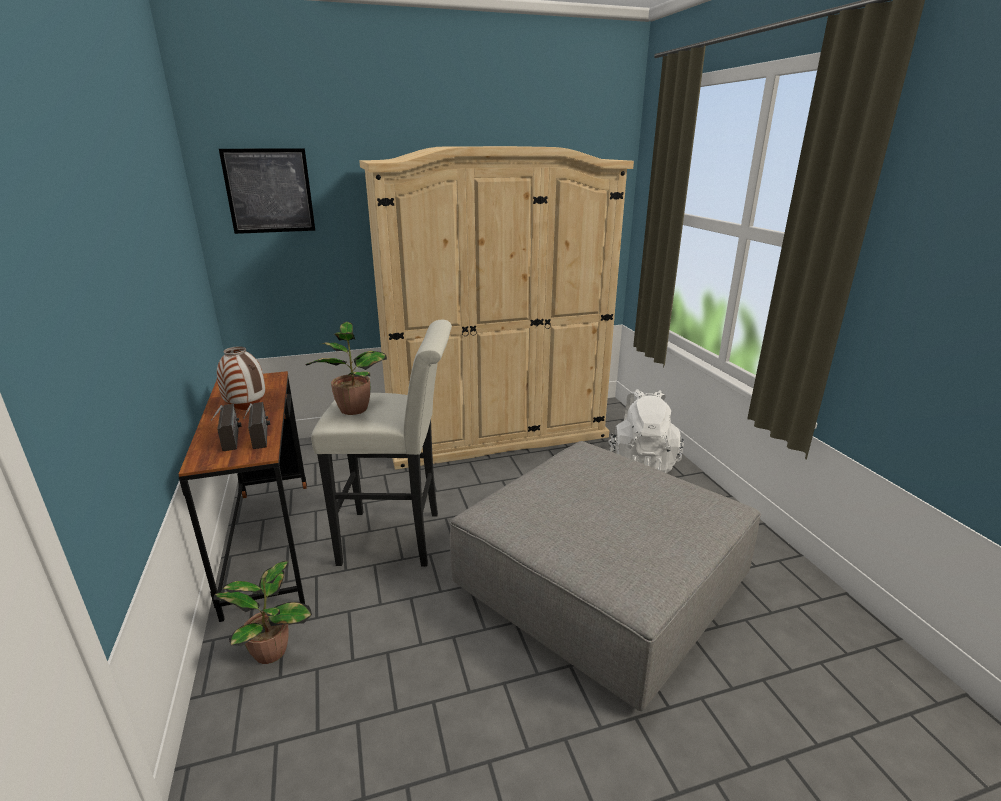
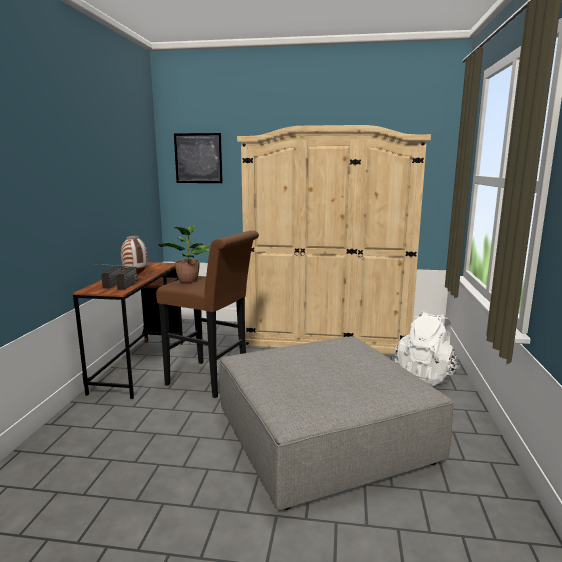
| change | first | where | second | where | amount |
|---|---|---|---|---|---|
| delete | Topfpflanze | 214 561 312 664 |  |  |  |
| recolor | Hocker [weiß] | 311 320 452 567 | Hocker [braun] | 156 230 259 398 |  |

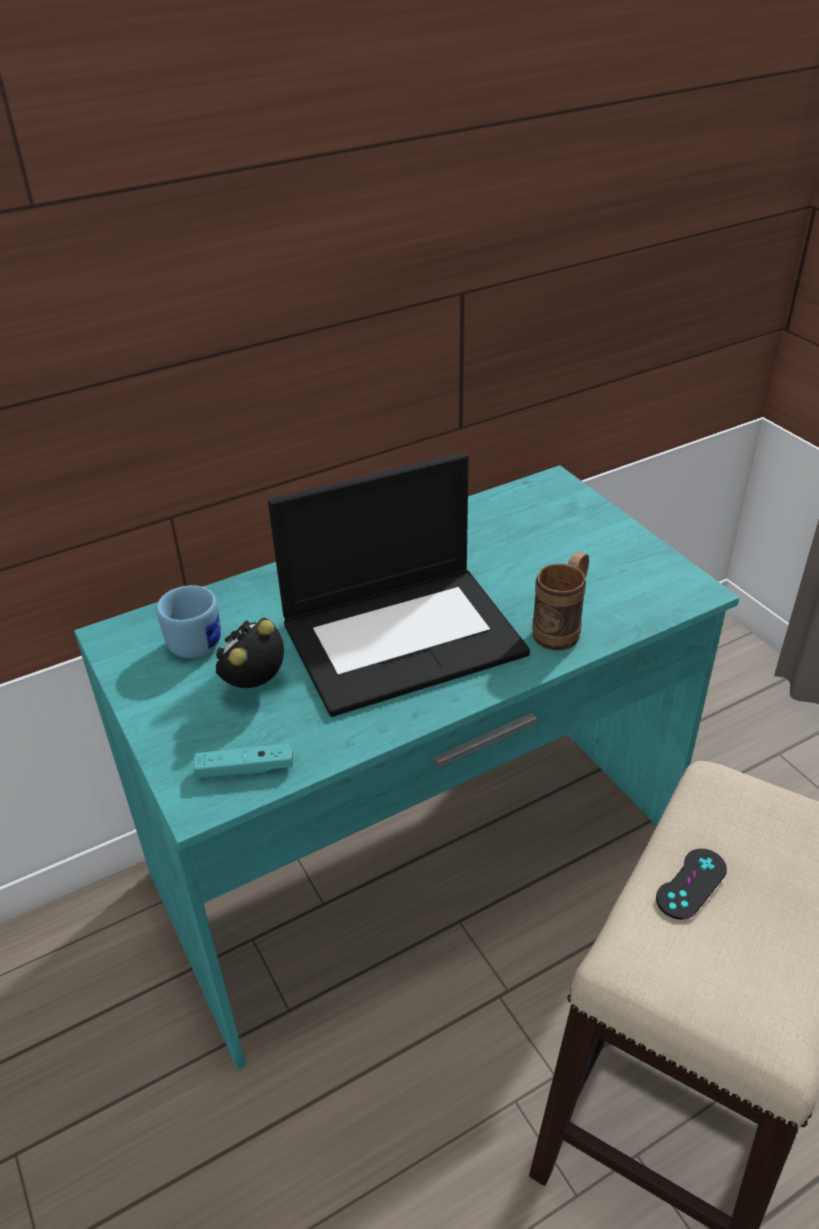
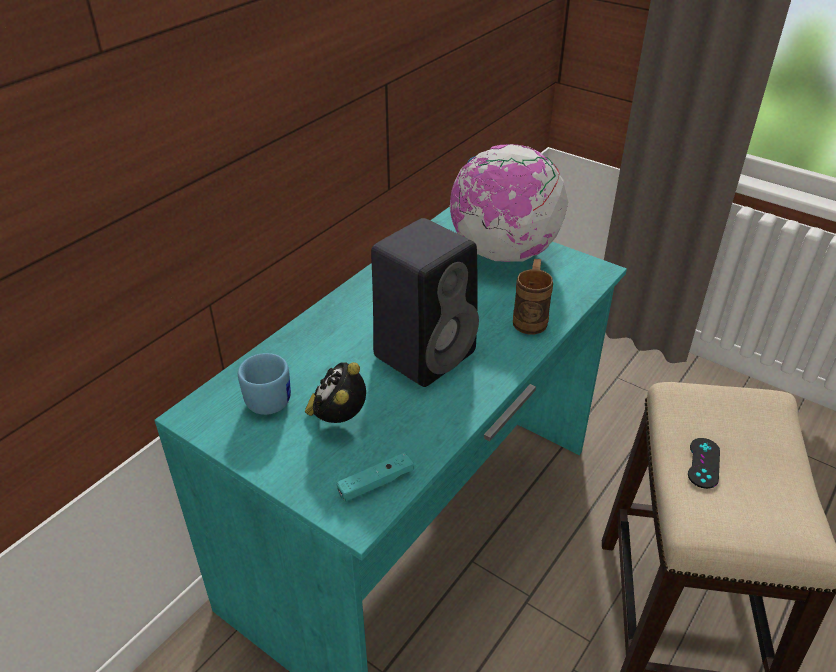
| change | first | where | second | where | amount |
|---|---|---|---|---|---|
| replace | Laptop | 268 453 530 717 | Lautsprecher [schwarz] | 371 218 479 387 |  |
| insert |  |  | Globus | 449 144 568 262 |  |

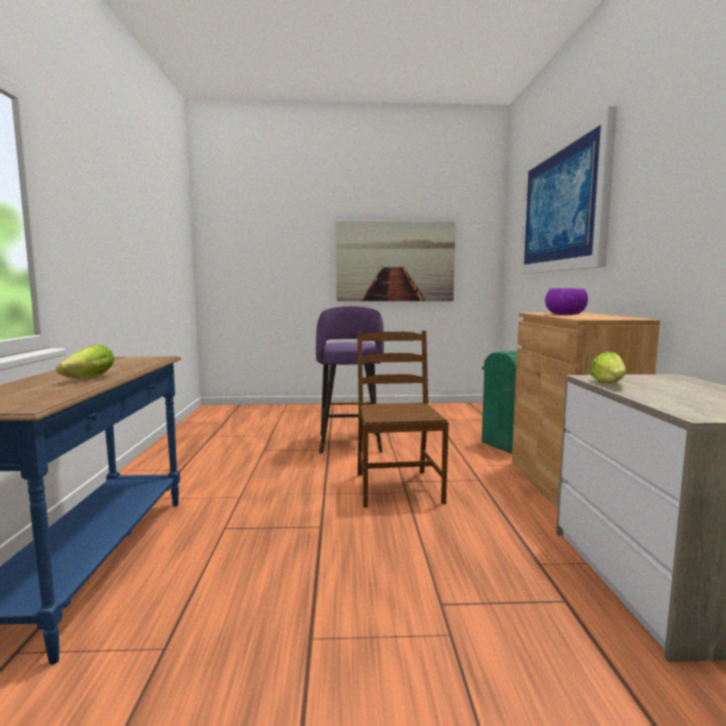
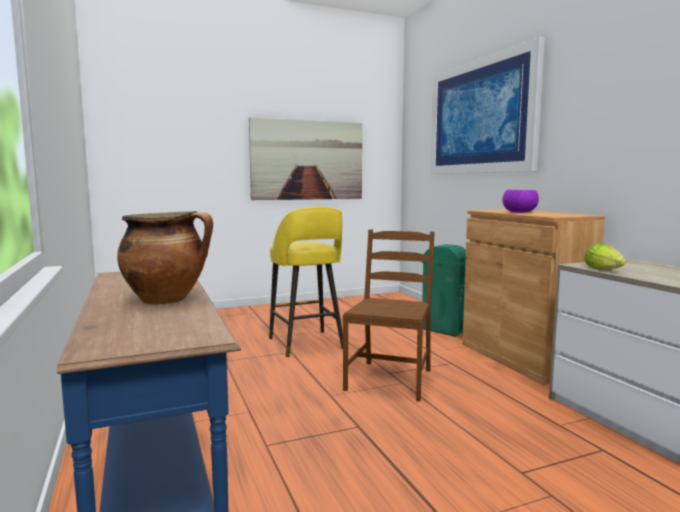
| change | first | where | second | where | amount |
|---|---|---|---|---|---|
| replace | Salatkopf | 56 345 114 378 | Kochtopf | 117 211 213 304 |  |
| recolor | Hocker [lila] | 316 306 384 454 | Hocker [gelb] | 269 207 343 357 |  |
| rotate | Stuhl [braun] | 357 331 449 508 |  | 343 229 435 402 | 45 degrees clockwise |

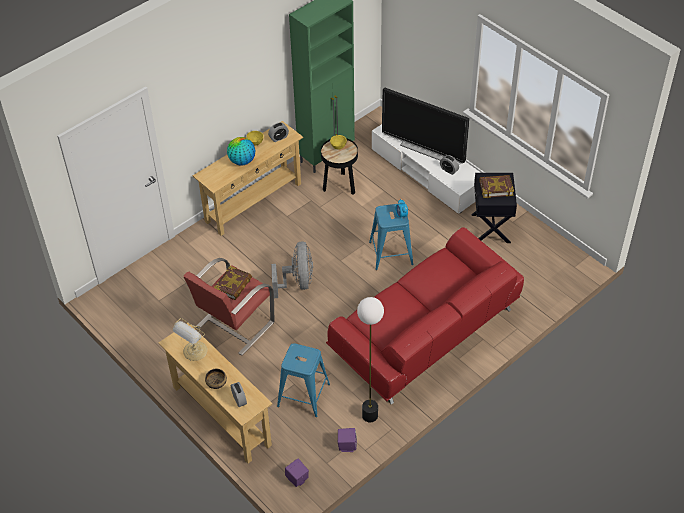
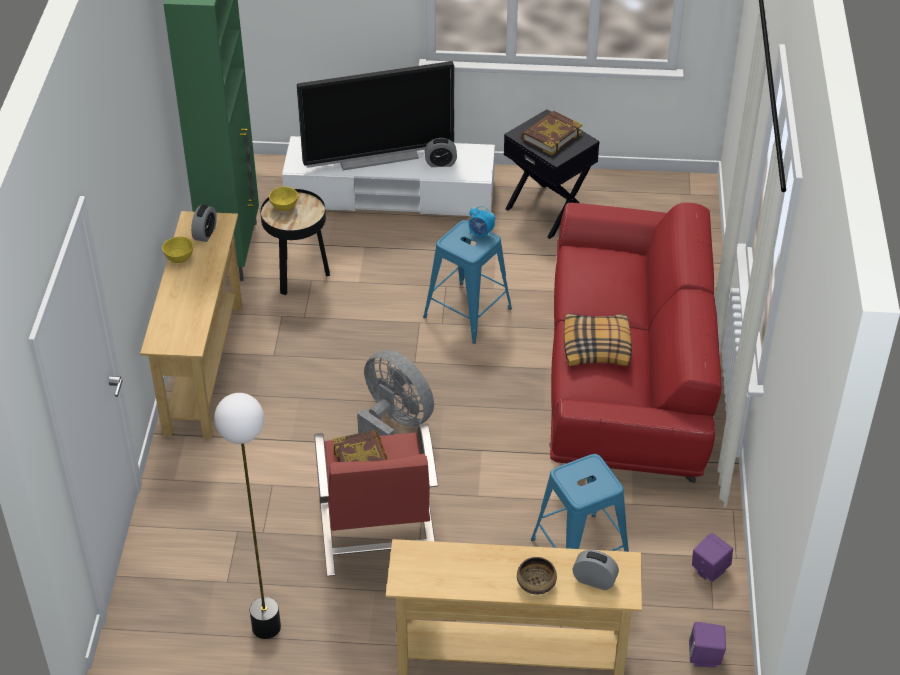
| change | first | where | second | where | amount |
|---|---|---|---|---|---|
| delete | Tischlampe | 173 318 207 361 |  |  |  |
| delete | Globus | 227 137 255 165 |  |  |  |
| move | Stehlampe | 357 297 384 422 |  | 214 393 281 639 |  |
| insert |  |  | Kissen | 564 313 632 366 |  |

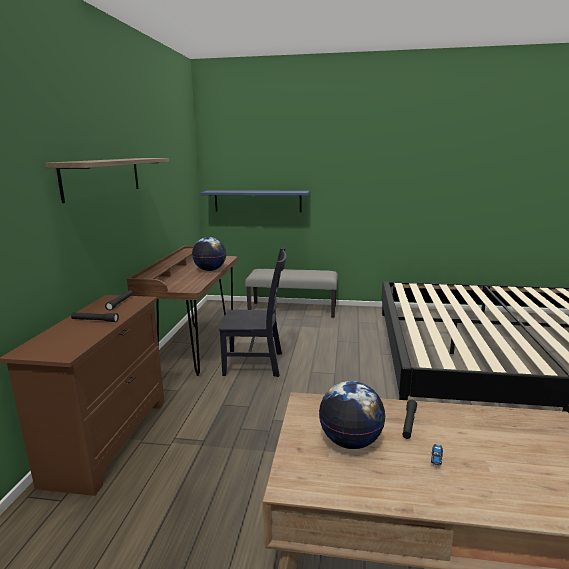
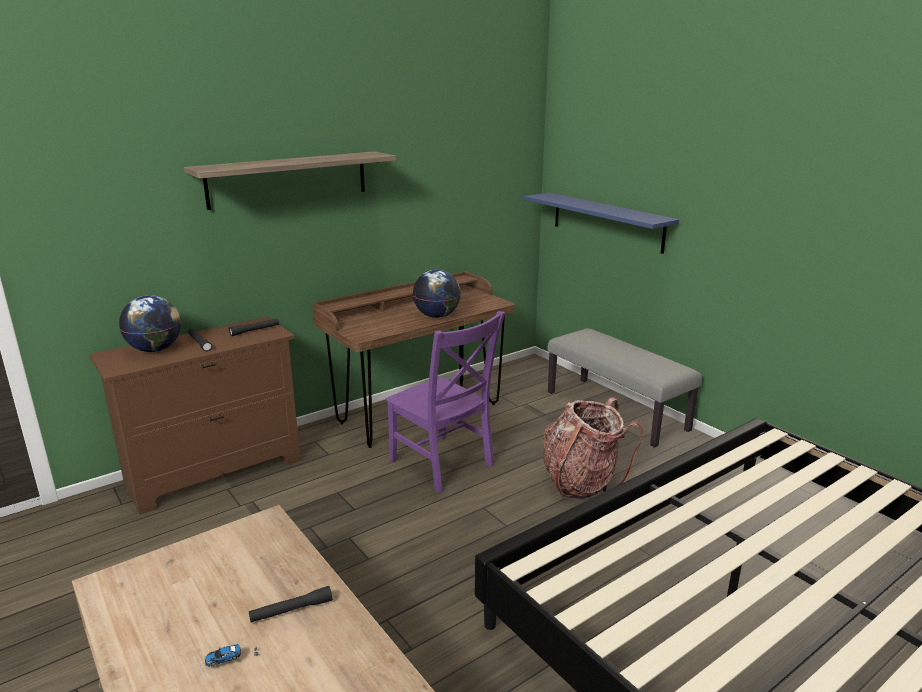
| change | first | where | second | where | amount |
|---|---|---|---|---|---|
| recolor | Stuhl [schwarz] | 219 248 286 377 | Stuhl [lila] | 385 311 505 493 |  |
| move | Globus | 319 381 385 449 |  | 119 295 181 352 |  |
| insert |  |  | Rucksack | 543 398 643 500 |  |

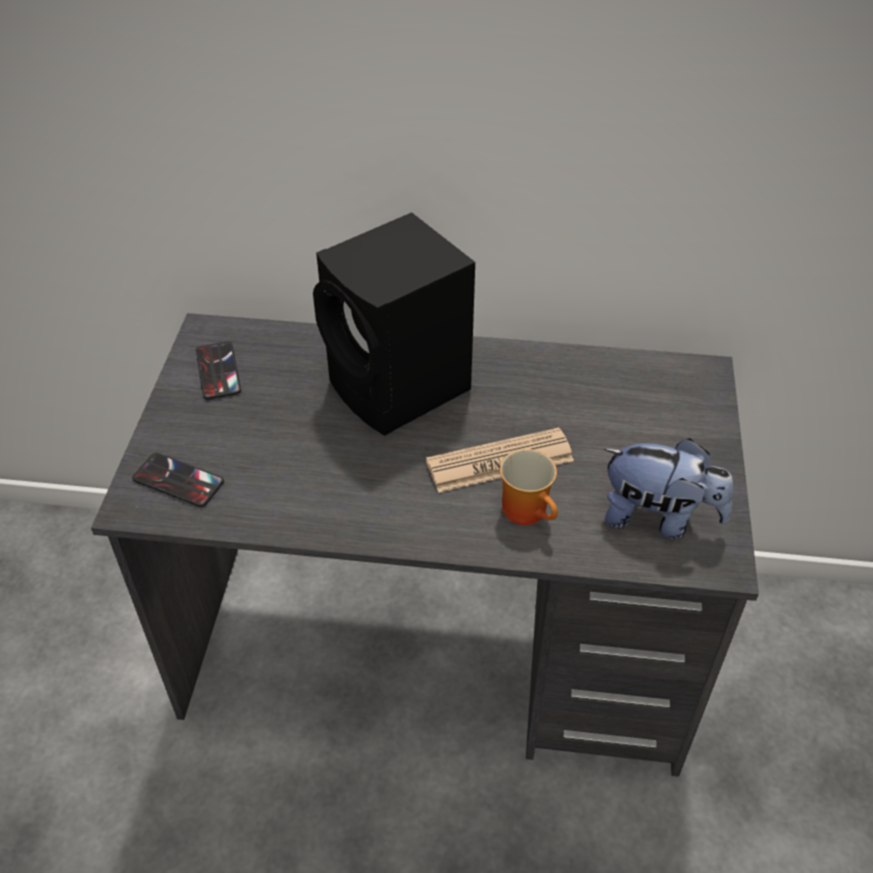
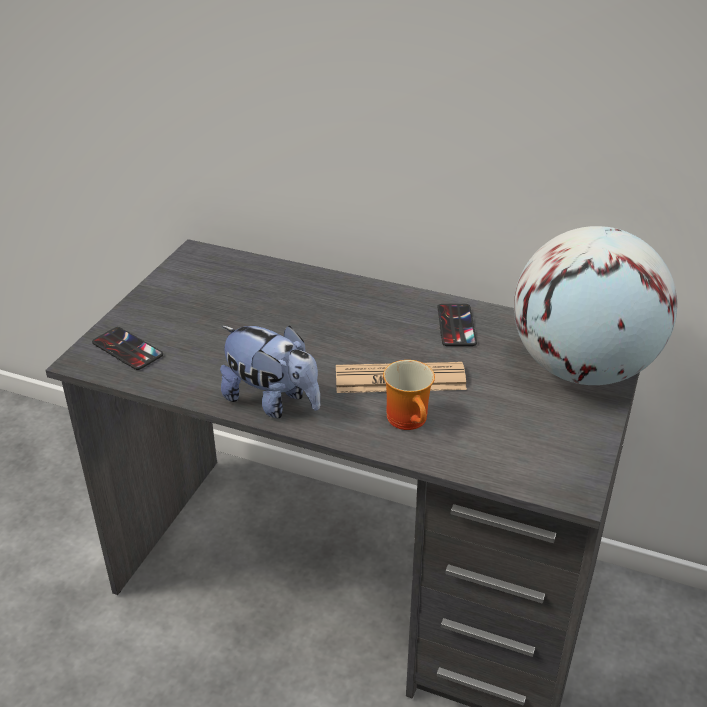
| change | first | where | second | where | amount |
|---|---|---|---|---|---|
| move | Handy | 196 341 241 399 |  | 437 304 477 346 |  |
| delete | Lautsprecher [schwarz] | 313 212 475 436 |  |  |  |
| move | Plüschtier | 604 438 733 539 |  | 220 326 320 418 |  |
| insert |  |  | Globus | 514 226 677 385 |  |

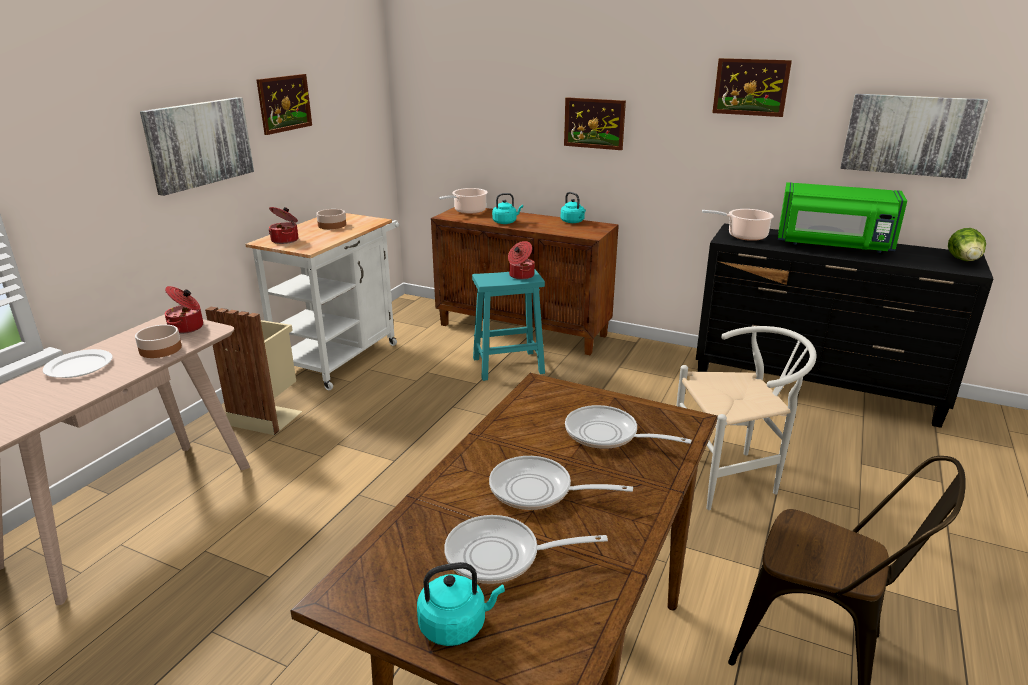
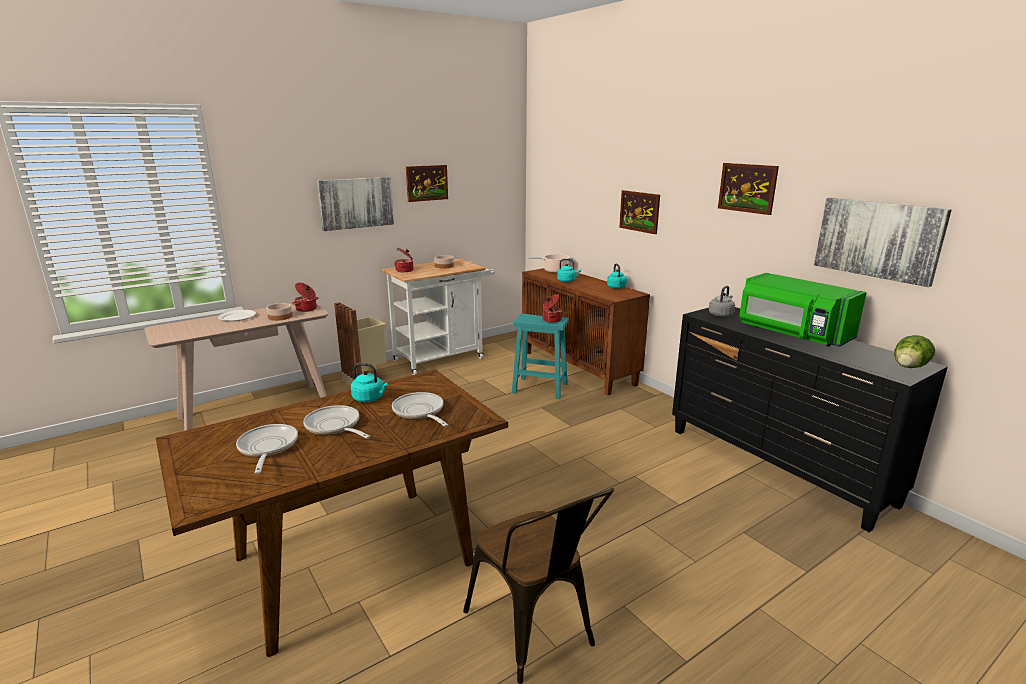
| change | first | where | second | where | amount |
|---|---|---|---|---|---|
| move | Wasserkessel [türkis] | 417 562 505 646 |  | 351 363 388 402 |  |
| rotate | Pfanne | 444 515 608 584 |  | 236 424 298 474 | 45 degrees clockwise |
| delete | Stuhl [weiß] | 676 326 817 510 |  |  |  |
| replace | Kochtopf | 702 209 774 241 | Wasserkessel [grau] | 709 286 735 317 |  |

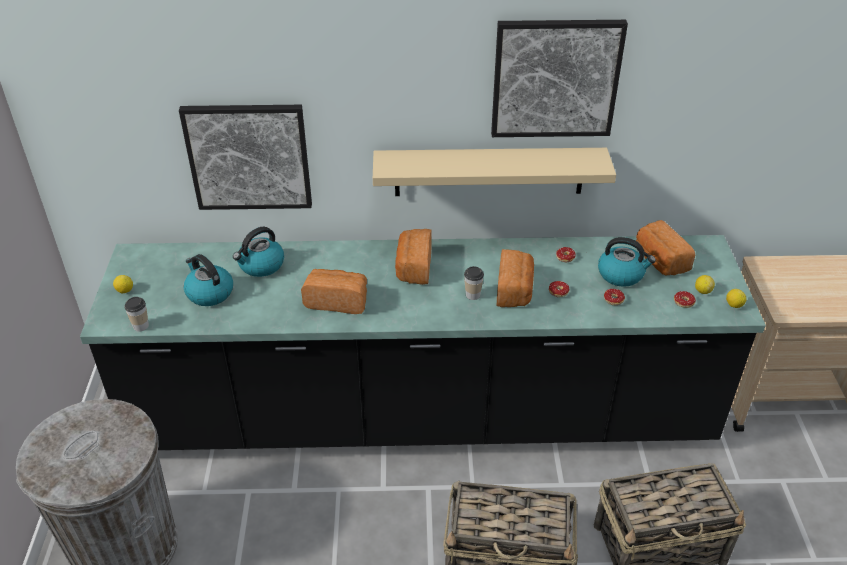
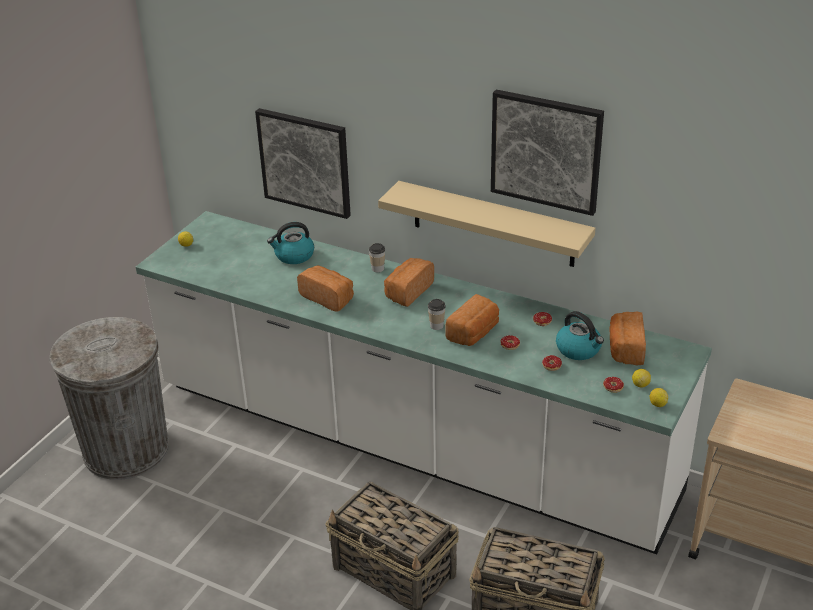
| change | first | where | second | where | amount |
|---|---|---|---|---|---|
| recolor | Küchenzeile [schwarz] | 80 235 766 450 | Küchenzeile [weiß] | 136 211 712 555 |  |
| move | Tasse | 124 297 149 332 |  | 369 243 385 272 |  |
| delete | Wasserkessel | 184 254 233 306 |  |  |  |

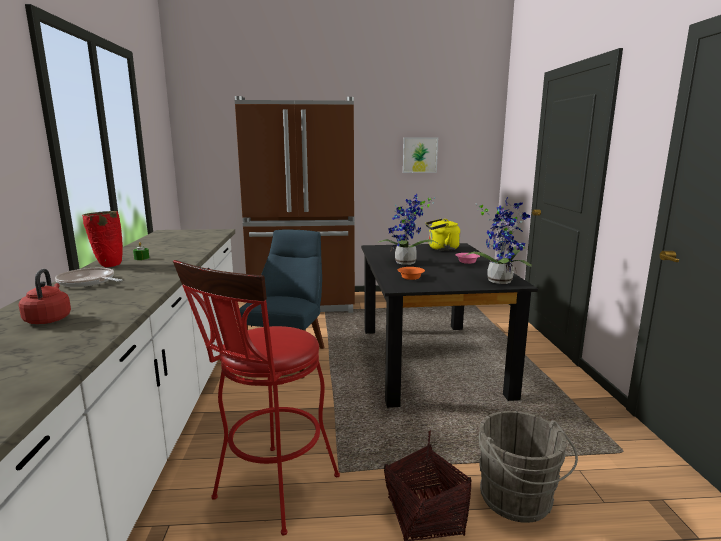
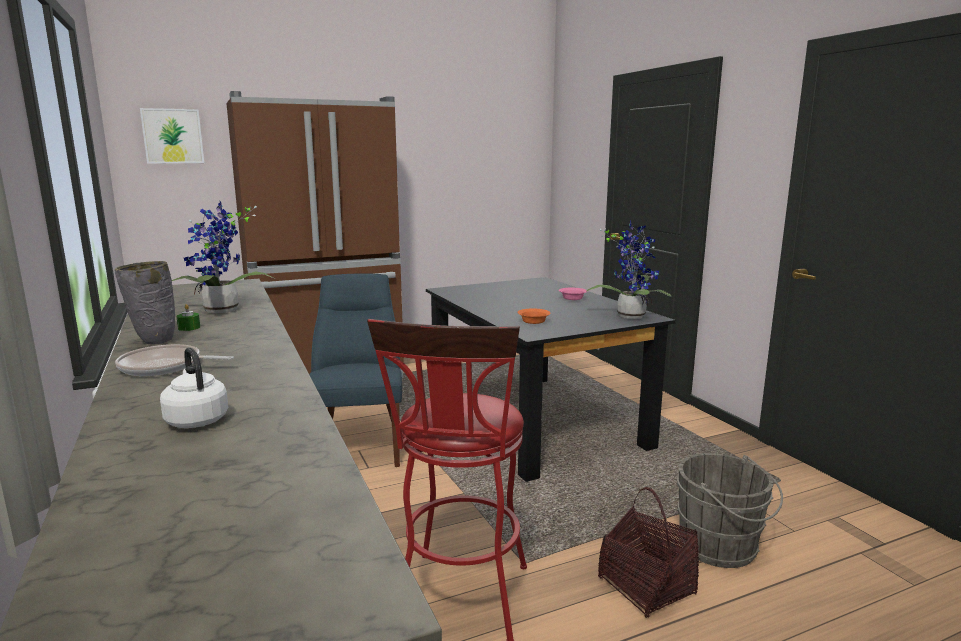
| change | first | where | second | where | amount |
|---|---|---|---|---|---|
| recolor | Wasserkessel [rot] | 19 269 71 324 | Wasserkessel [weiß] | 160 347 228 428 |  |
| recolor | Vase [rot] | 82 211 123 267 | Vase [grau] | 115 261 175 345 |  |
| move | Topfpflanze | 377 193 439 265 |  | 172 201 274 313 |  |
| move | Bild | 403 137 438 173 |  | 140 108 204 163 |  |
| delete | Wasserkessel [gelb] | 425 219 460 251 |  |  |  |

